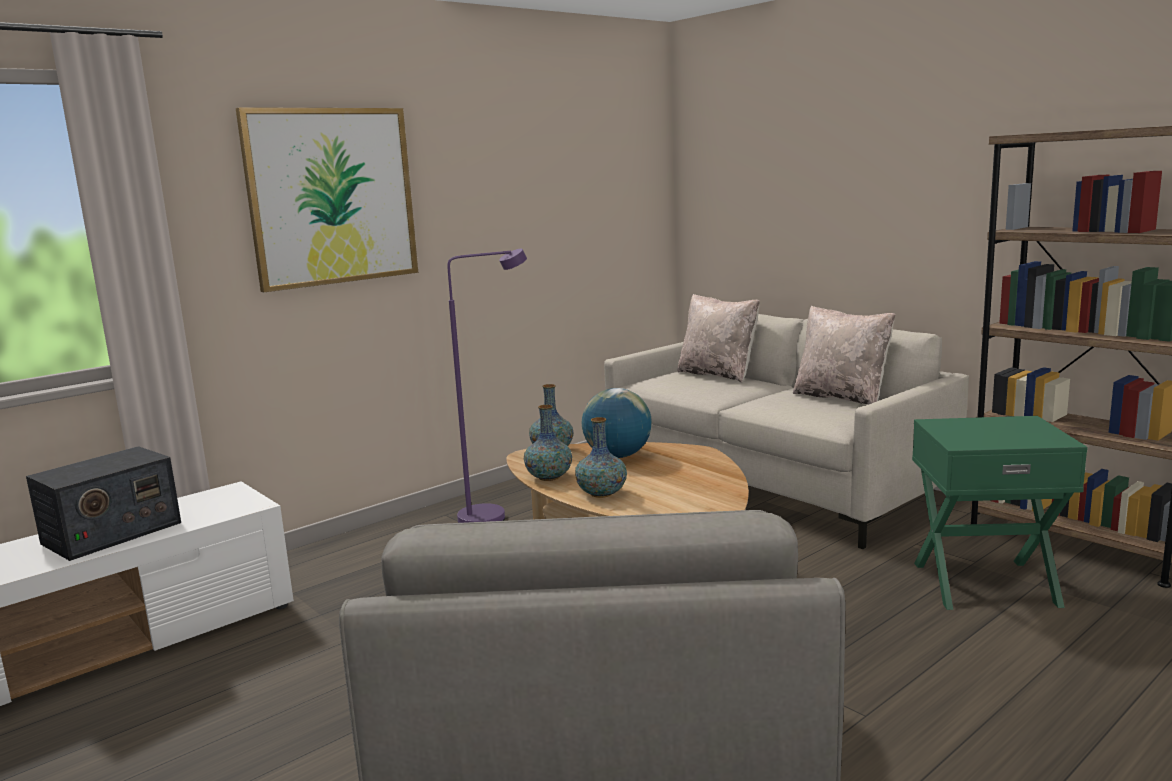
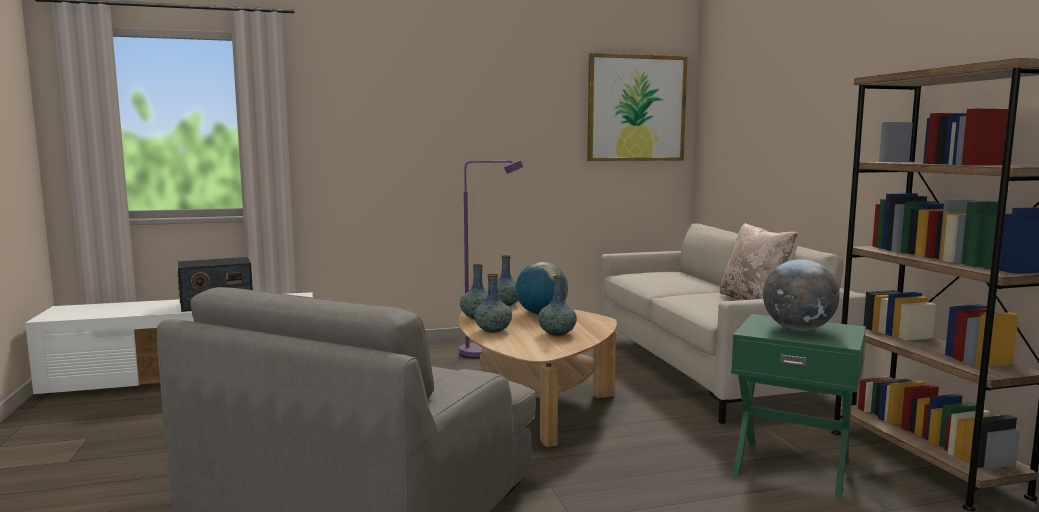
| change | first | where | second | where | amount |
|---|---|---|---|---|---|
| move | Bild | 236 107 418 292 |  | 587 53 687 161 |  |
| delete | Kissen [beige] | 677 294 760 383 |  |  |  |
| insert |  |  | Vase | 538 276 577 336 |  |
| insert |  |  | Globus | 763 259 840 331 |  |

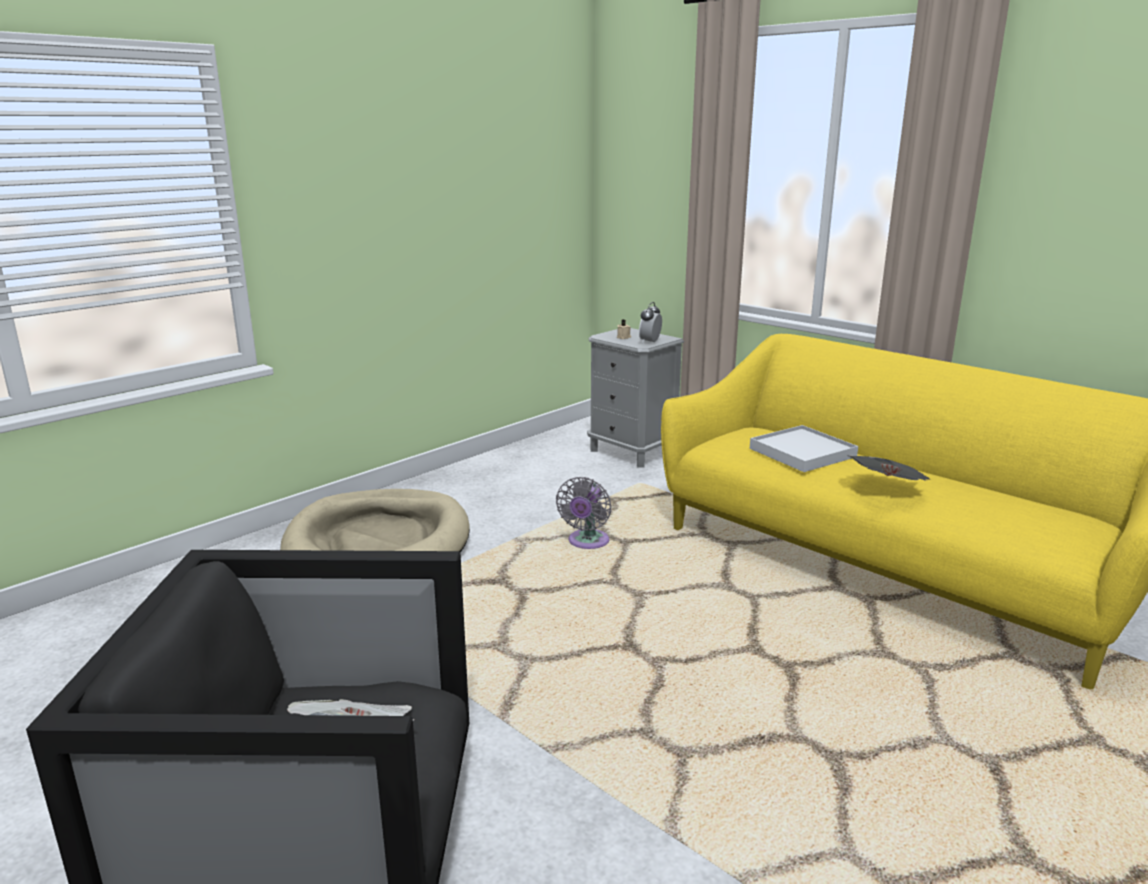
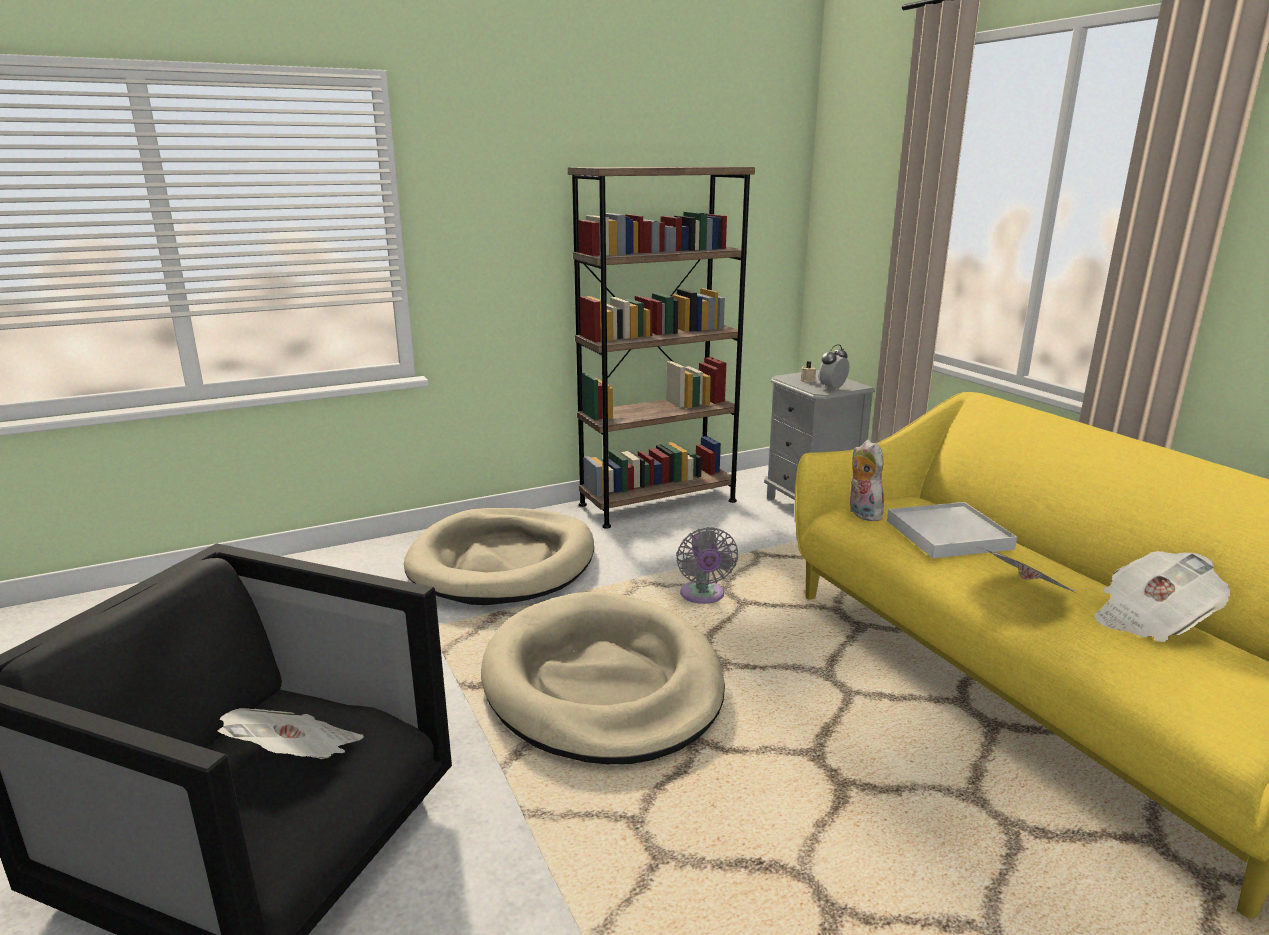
| change | first | where | second | where | amount |
|---|---|---|---|---|---|
| rotate | Ventilator [grau] | 556 477 611 549 |  | 676 527 738 604 | 45 degrees counterclockwise |
| insert |  |  | Hundebett [beige] | 481 592 725 764 |  |
| insert |  |  | Bücherregal [braun] | 568 167 755 529 |  |
| insert |  |  | Plüschtier | 850 440 885 521 |  |
| insert |  |  | Zeitung | 1094 551 1230 642 |  |

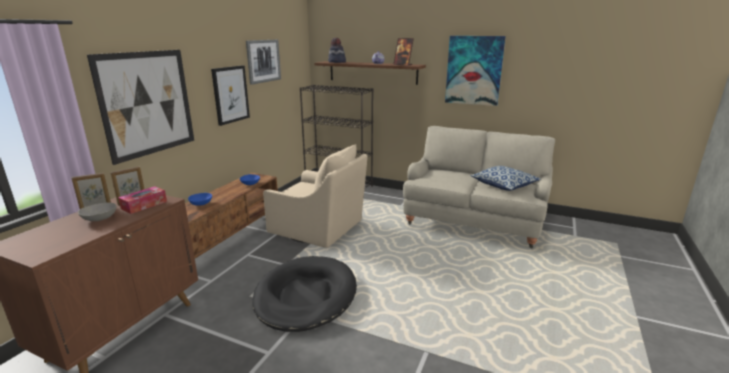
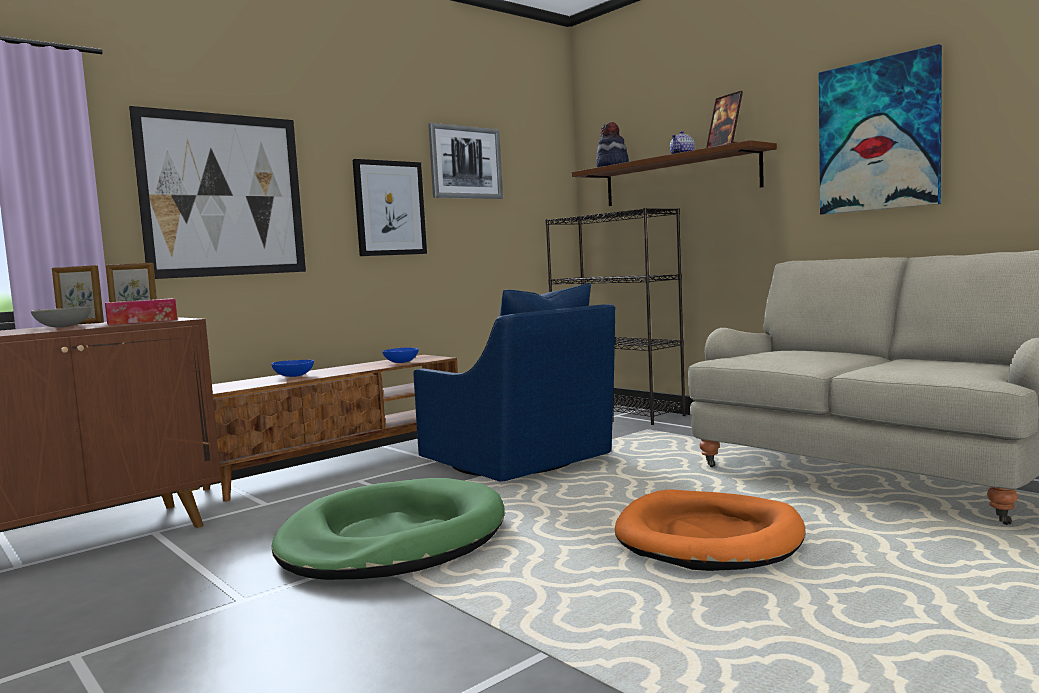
| change | first | where | second | where | amount |
|---|---|---|---|---|---|
| recolor | Hundebett [schwarz] | 252 256 357 332 | Hundebett [grün] | 272 478 505 580 |  |
| recolor | Sessel [beige] | 263 144 368 248 | Sessel [blau] | 414 283 616 482 |  |
| delete | Kissen | 471 166 541 191 |  |  |  |
| insert |  |  | Hundebett [orange] | 615 490 805 571 |  |

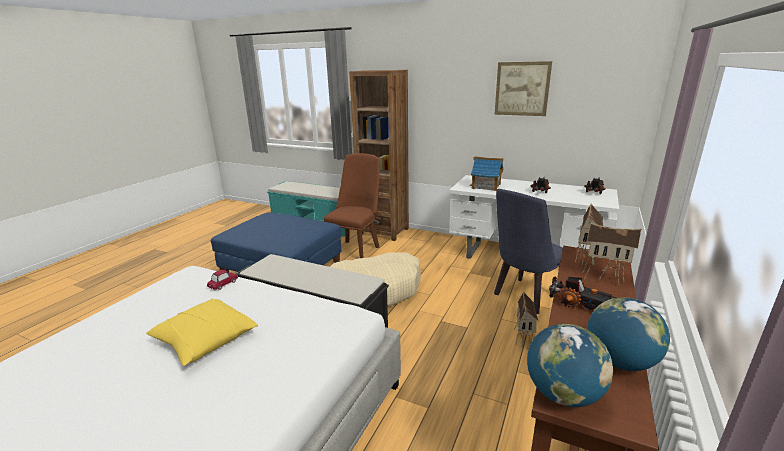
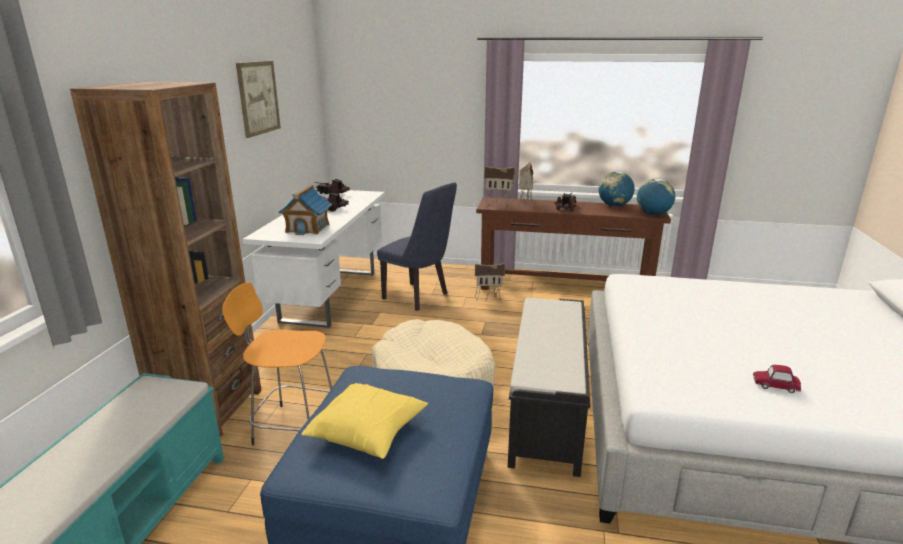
| change | first | where | second | where | amount |
|---|---|---|---|---|---|
| move | Kissen [gelb] | 146 299 258 366 |  | 301 383 428 459 |  |
| move | Spielzeugauto | 207 270 238 290 |  | 753 365 801 393 |  |
| replace | Stuhl [braun] | 324 153 380 258 | Hocker [orange] | 222 282 332 445 |  |

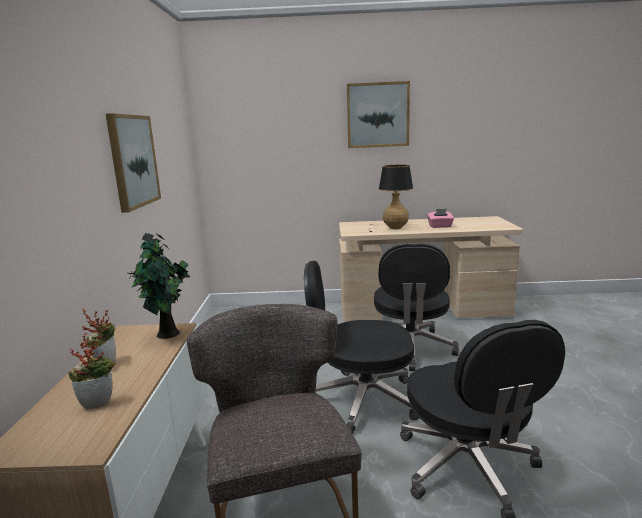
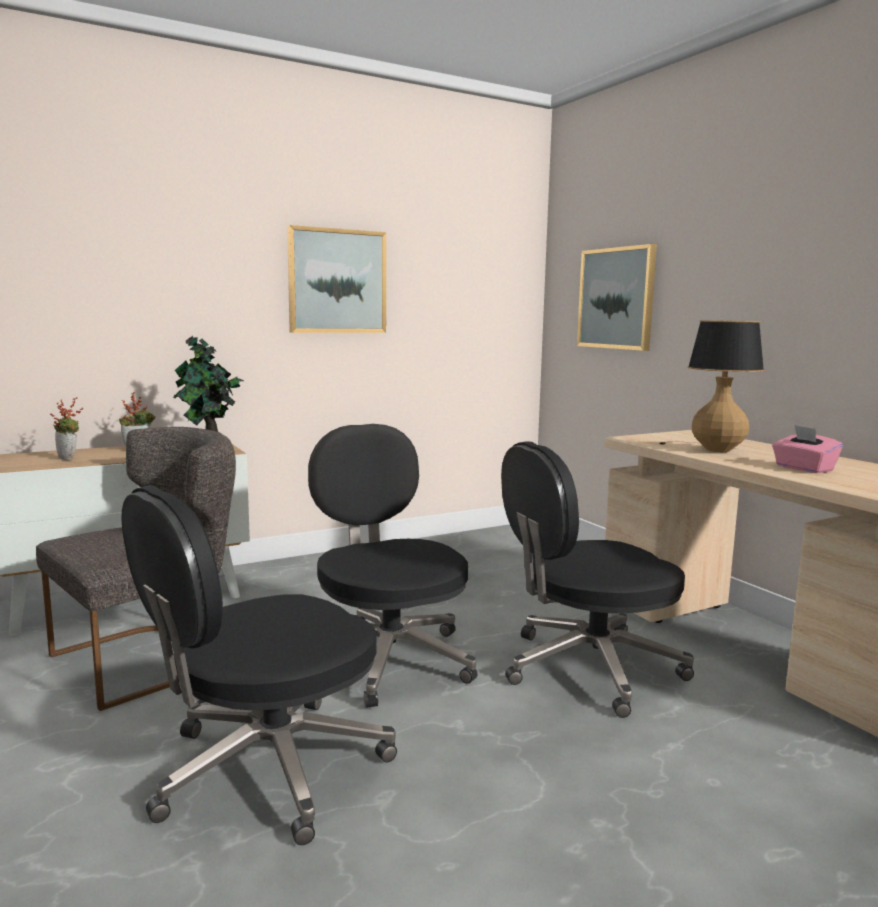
| change | first | where | second | where | amount |
|---|---|---|---|---|---|
| move | Bild | 347 81 410 148 |  | 577 244 657 351 |  |

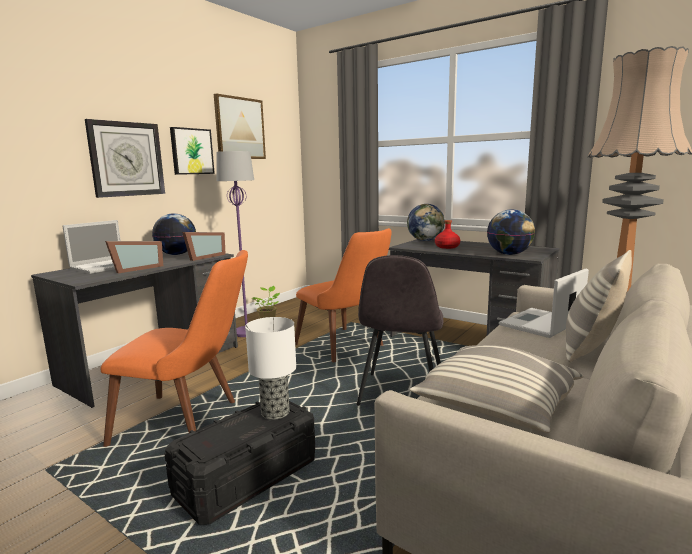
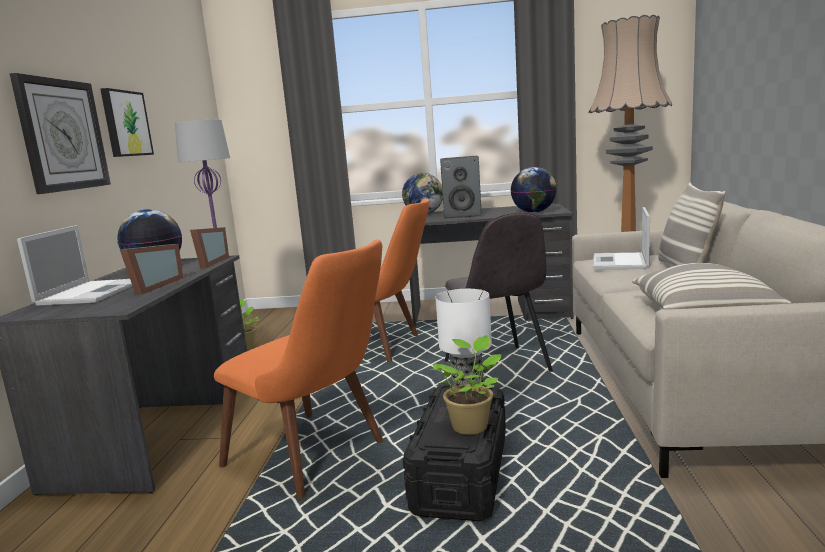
| change | first | where | second | where | amount |
|---|---|---|---|---|---|
| rotate | Stuhl [orange] | 100 250 248 447 |  | 214 240 383 499 | 60 degrees clockwise |
| delete | Bild | 214 93 266 159 |  |  |  |
| replace | Flasche [rot] | 435 220 460 249 | Lautsprecher | 440 156 482 219 |  |
| insert |  |  | Topfpflanze | 430 335 502 435 |  |

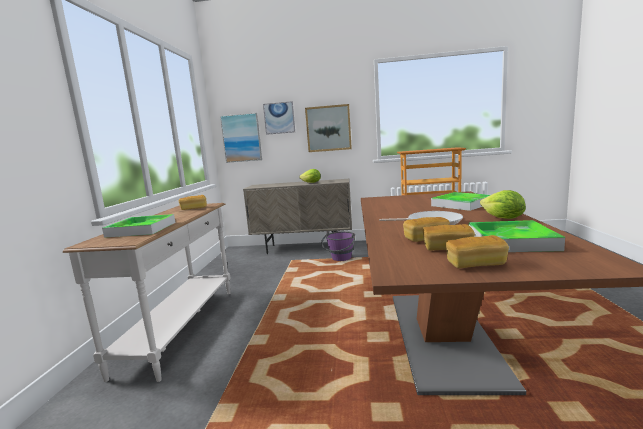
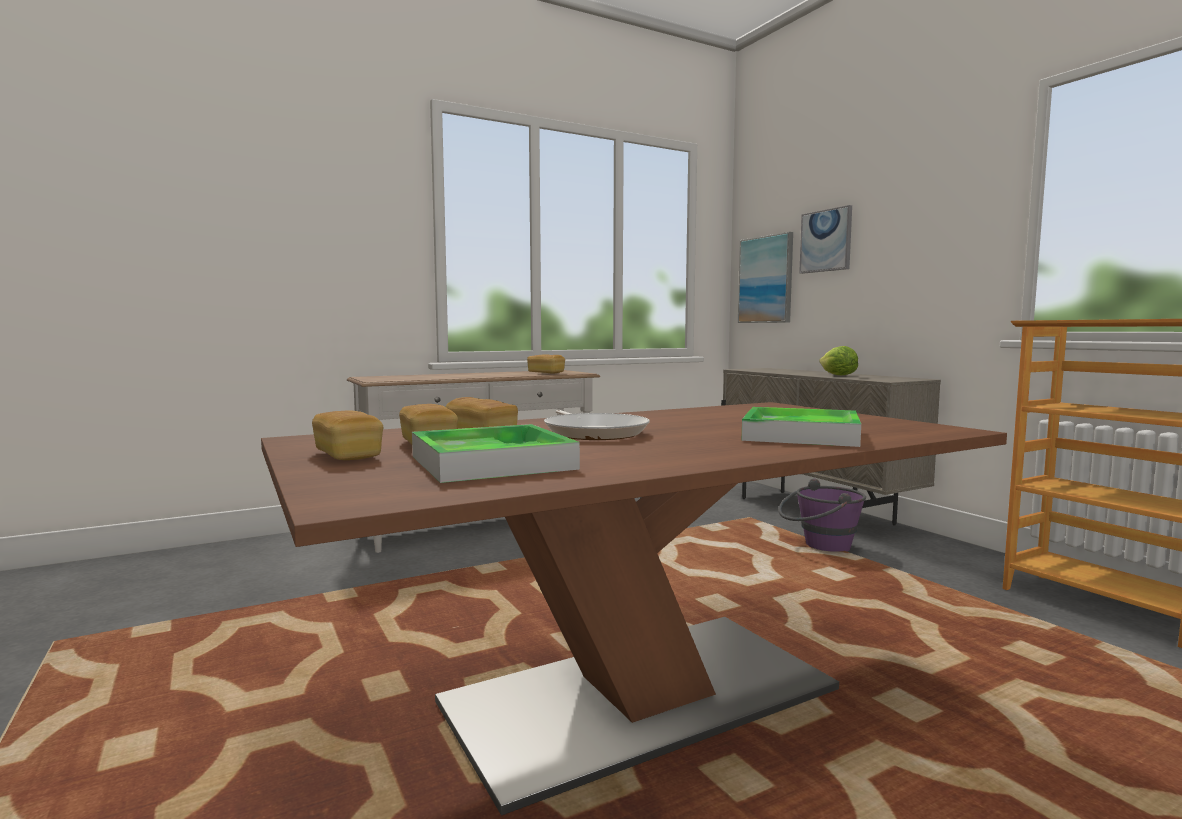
| change | first | where | second | where | amount |
|---|---|---|---|---|---|
| delete | Tablett | 102 214 175 238 |  |  |  |
| delete | Bild | 305 104 352 152 |  |  |  |
| delete | Salatkopf | 480 190 526 219 |  |  |  |

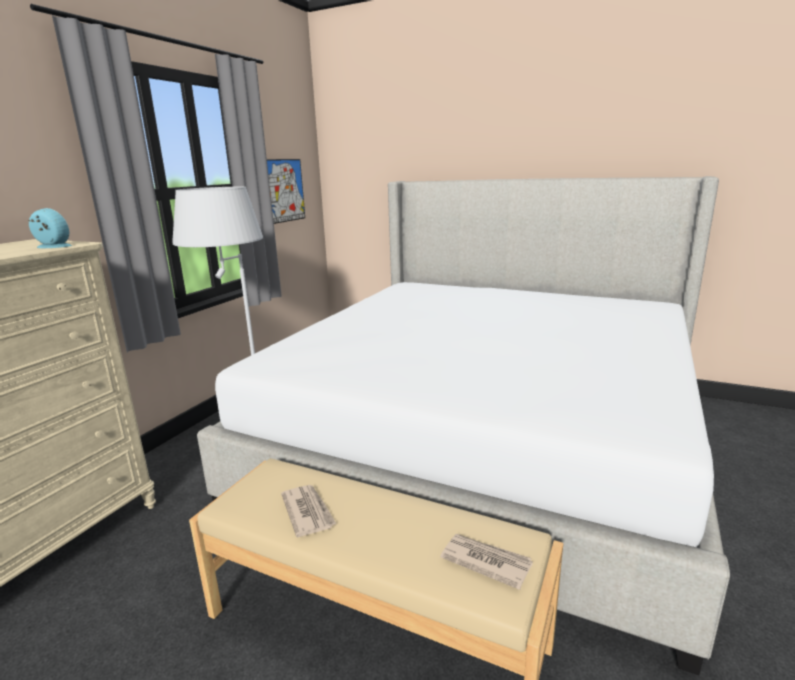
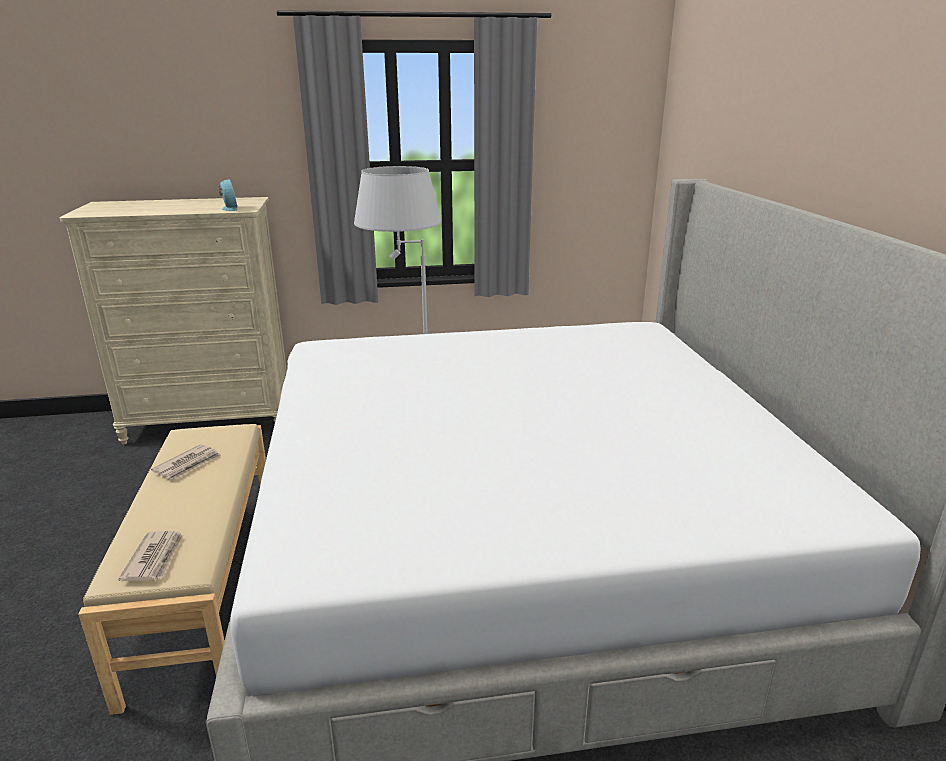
| change | first | where | second | where | amount |
|---|---|---|---|---|---|
| delete | Bild | 267 159 305 224 |  |  |  |

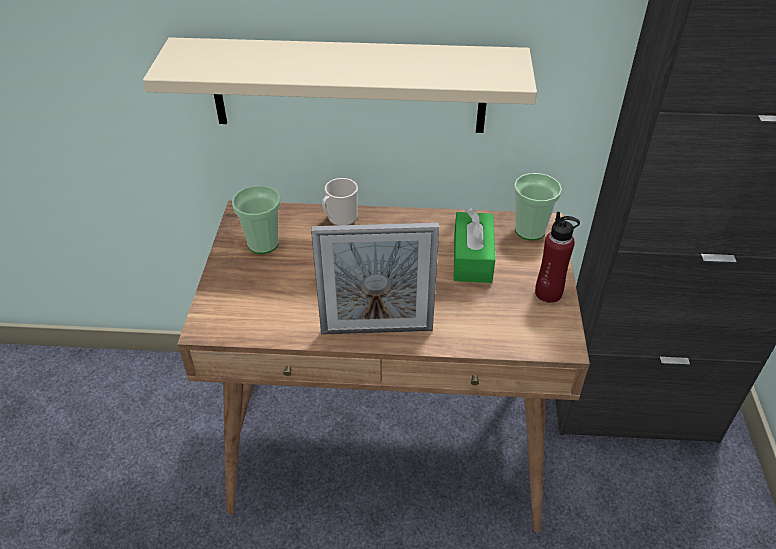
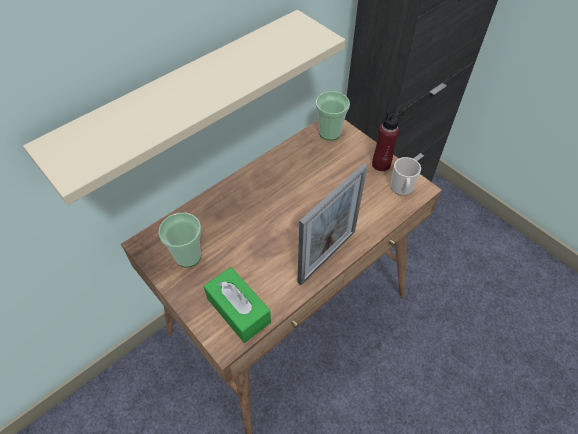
| change | first | where | second | where | amount |
|---|---|---|---|---|---|
| move | Henkelbecher | 322 178 358 226 |  | 390 157 421 196 |  |
| move | Taschentuchbox [grün] | 453 208 495 283 |  | 204 267 271 343 |  |

